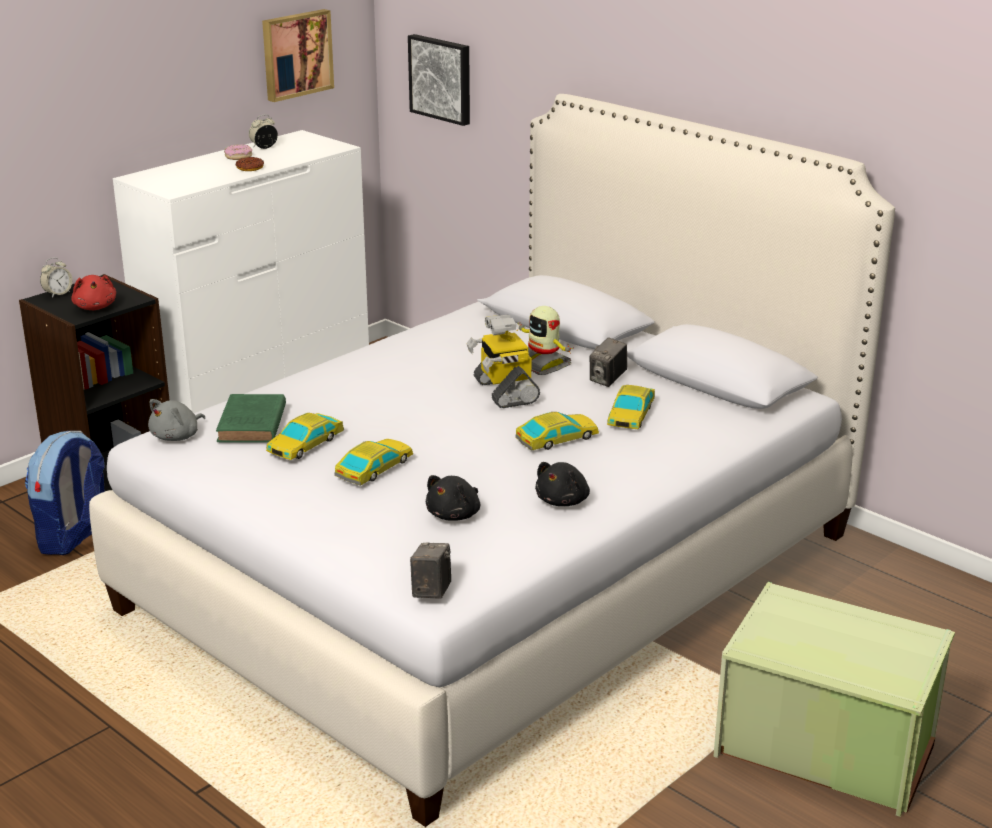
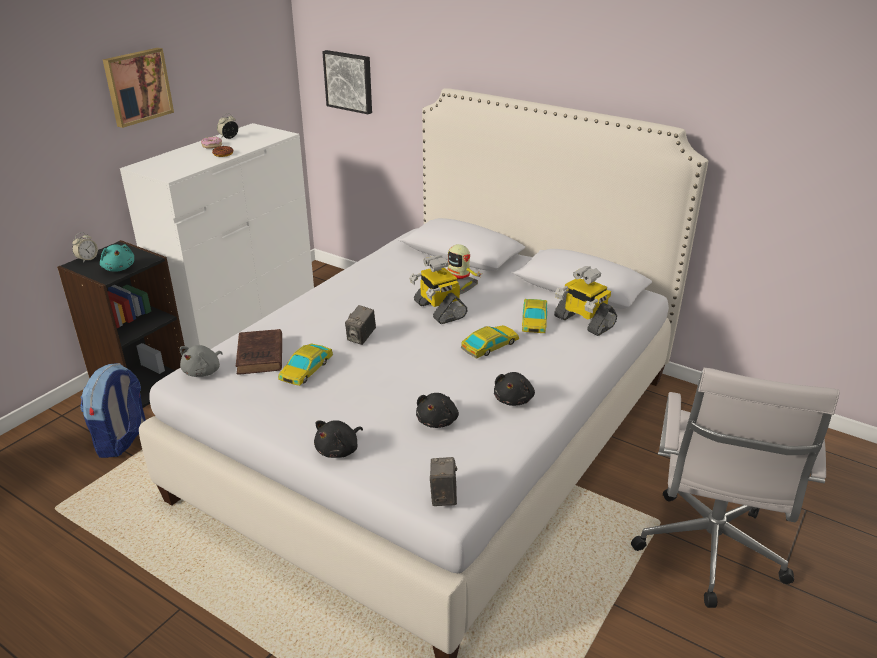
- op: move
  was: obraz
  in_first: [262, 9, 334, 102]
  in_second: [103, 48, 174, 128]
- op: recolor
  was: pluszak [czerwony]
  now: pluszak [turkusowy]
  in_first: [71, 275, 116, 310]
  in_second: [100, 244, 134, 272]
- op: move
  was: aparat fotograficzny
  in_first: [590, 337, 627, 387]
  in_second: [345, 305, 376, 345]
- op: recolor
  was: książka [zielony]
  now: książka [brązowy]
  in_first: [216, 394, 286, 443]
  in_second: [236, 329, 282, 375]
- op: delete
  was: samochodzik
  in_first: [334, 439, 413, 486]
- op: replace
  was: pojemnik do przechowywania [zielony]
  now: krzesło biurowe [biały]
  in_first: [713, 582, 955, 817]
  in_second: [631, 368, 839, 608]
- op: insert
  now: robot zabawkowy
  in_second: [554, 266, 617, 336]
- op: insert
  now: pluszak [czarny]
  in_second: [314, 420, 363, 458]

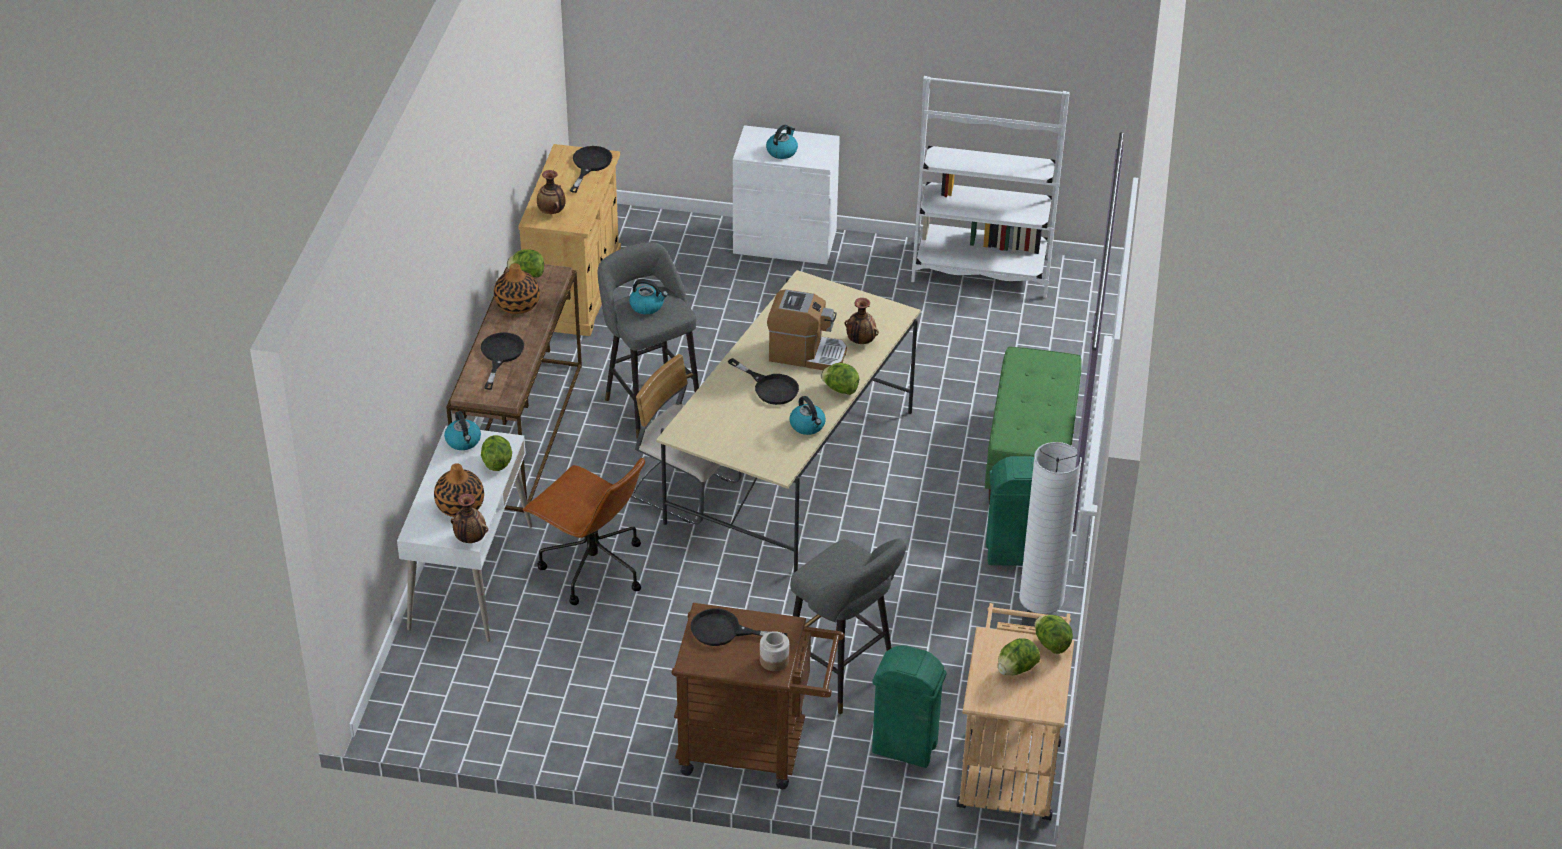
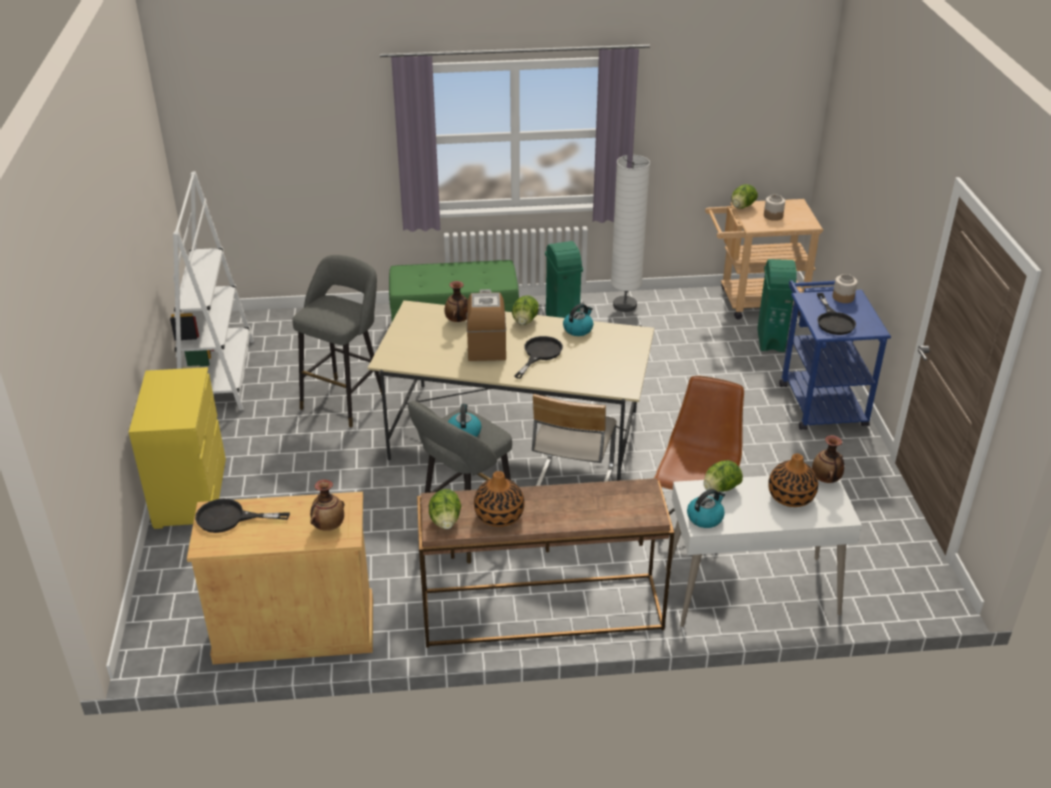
- op: recolor
  was: komoda [biały]
  now: komoda [żółty]
  in_first: [733, 125, 840, 265]
  in_second: [129, 367, 226, 529]
- op: delete
  was: czajnik
  in_first: [766, 125, 798, 159]
- op: delete
  was: patelnia [czarny]
  in_first: [481, 333, 524, 390]
- op: move
  was: stołek [szary]
  in_first: [791, 538, 906, 714]
  in_second: [292, 255, 382, 427]
- op: recolor
  was: wózek [brązowy]
  now: wózek [niebieski]
  in_first: [672, 603, 844, 789]
  in_second: [779, 280, 891, 430]
- op: replace
  was: sałata
  now: słoik
  in_first: [998, 638, 1040, 675]
  in_second: [764, 194, 785, 221]

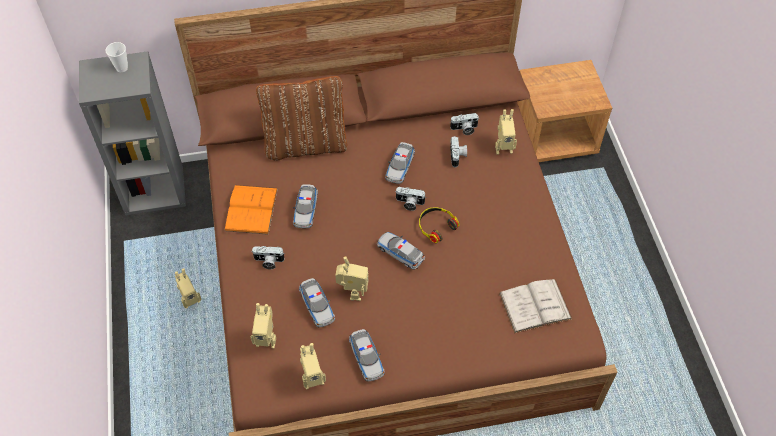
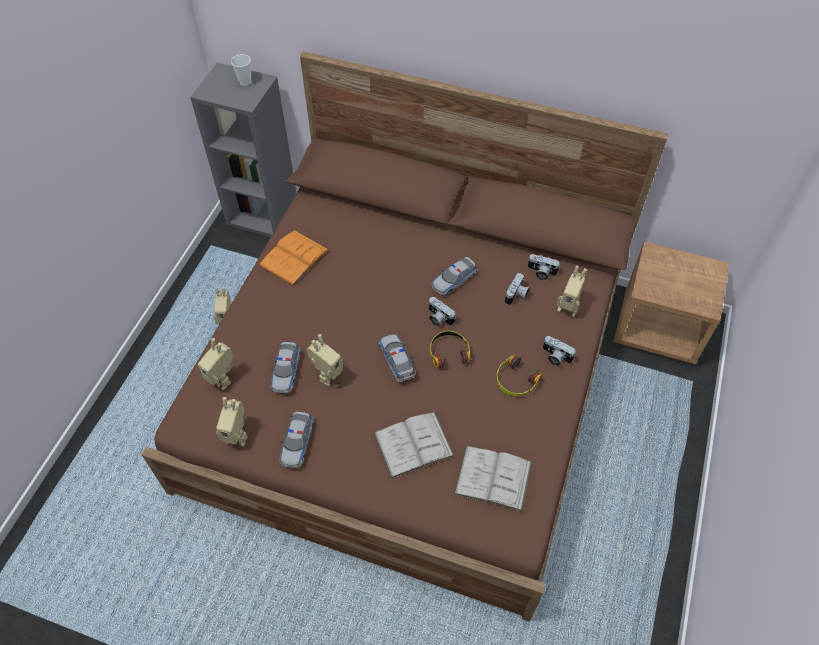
- op: delete
  was: poduszka [brązowy]
  in_first: [256, 76, 347, 161]
- op: delete
  was: samochodzik
  in_first: [293, 184, 318, 228]
- op: move
  was: aparat fotograficzny
  in_first: [252, 246, 285, 270]
  in_second: [543, 336, 575, 366]
- op: insert
  now: słuchawki
  in_second: [497, 354, 542, 396]
- op: insert
  now: książka [biały]
  in_second: [373, 412, 455, 479]

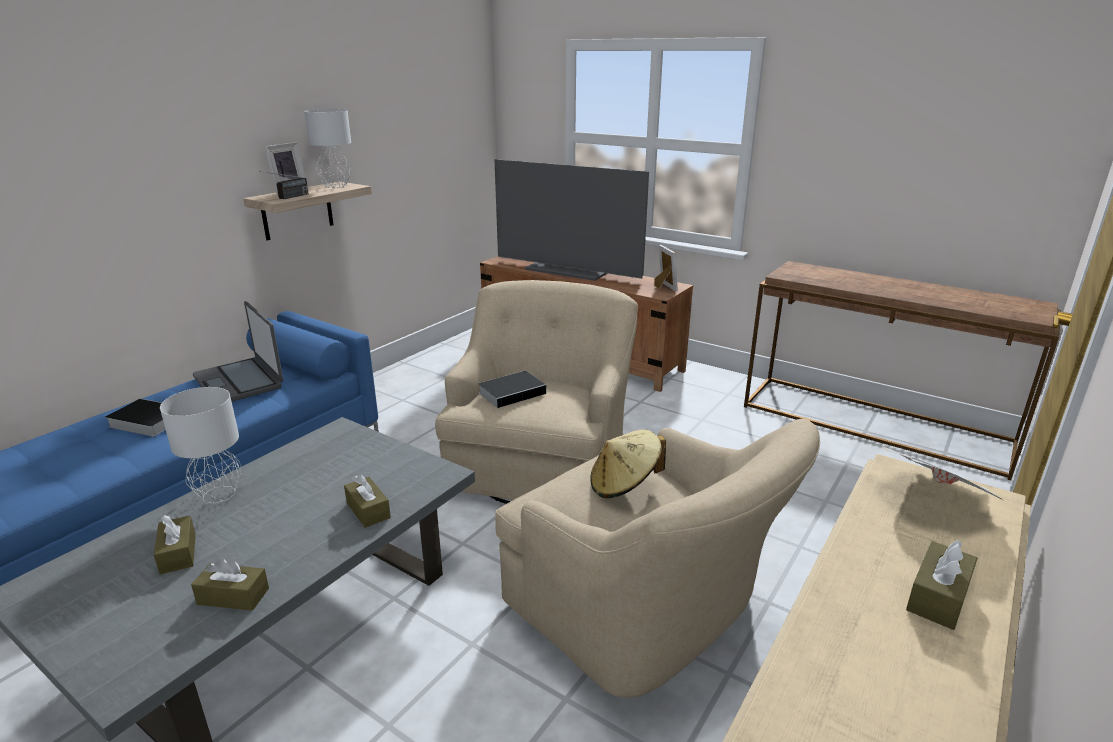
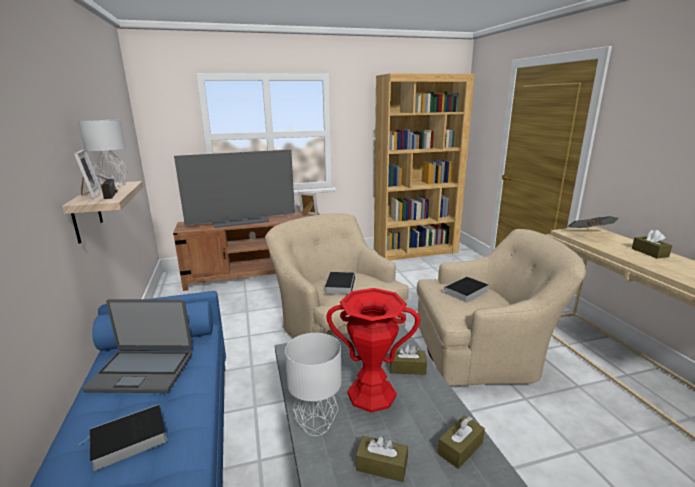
- op: replace
  was: stolik konsolowy [brązowy]
  now: regał [brązowy]
  in_first: [744, 261, 1061, 481]
  in_second: [374, 73, 474, 260]
- op: replace
  was: kapelusz [beżowy]
  now: książka
  in_first: [590, 430, 666, 498]
  in_second: [440, 277, 488, 303]
- op: insert
  now: wazon [czerwony]
  in_second: [326, 288, 420, 412]

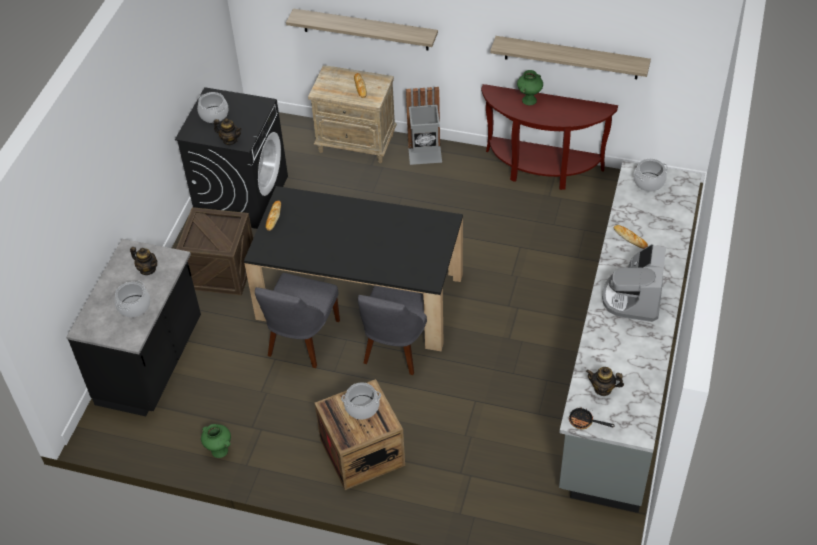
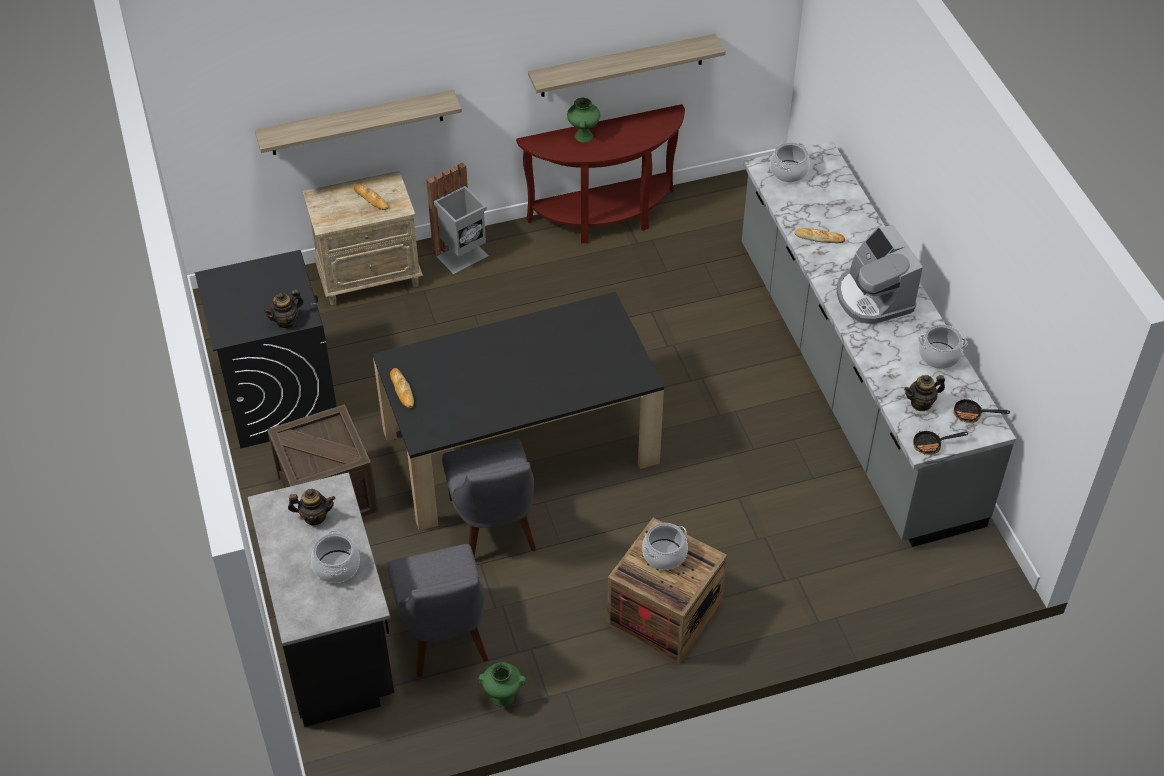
- op: move
  was: garnek
  in_first: [197, 92, 229, 123]
  in_second: [918, 324, 967, 369]
- op: rotate
  was: imbryk
  in_first: [214, 118, 242, 145]
  in_second: [263, 289, 304, 329]
  clockwise: 150
- op: move
  was: krzesło [szary]
  in_first: [358, 285, 427, 375]
  in_second: [388, 544, 488, 677]
- op: insert
  now: patelnia
  in_second: [953, 399, 1010, 423]

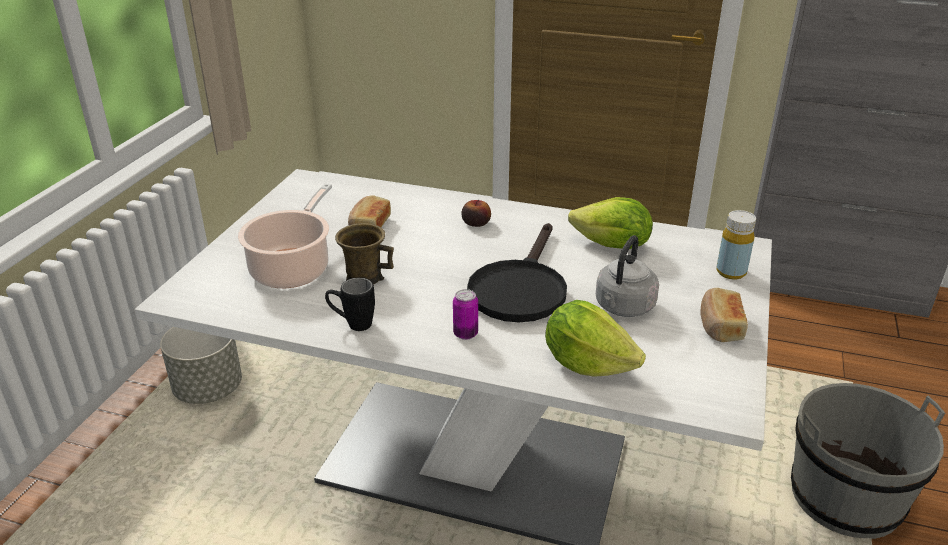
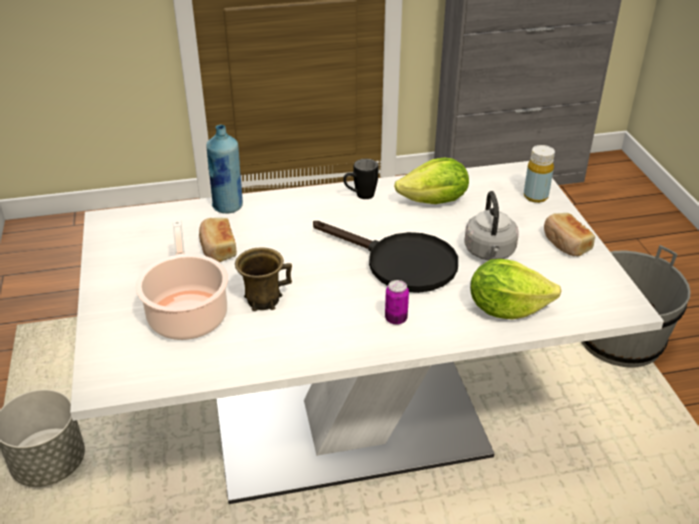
- op: delete
  was: jabłko
  in_first: [462, 200, 491, 227]
- op: rotate
  was: patelnia [czarny]
  in_first: [467, 223, 567, 322]
  in_second: [313, 221, 458, 293]
  clockwise: -45
- op: move
  was: kubek [czarny]
  in_first: [325, 278, 375, 331]
  in_second: [343, 159, 378, 199]
- op: insert
  now: butelka [niebieski]
  in_second: [206, 125, 243, 213]

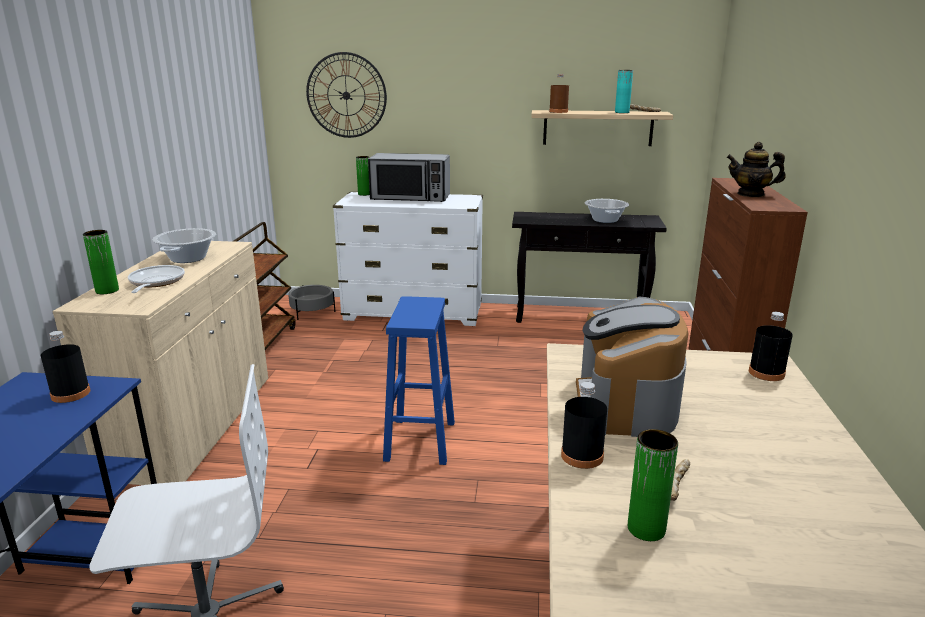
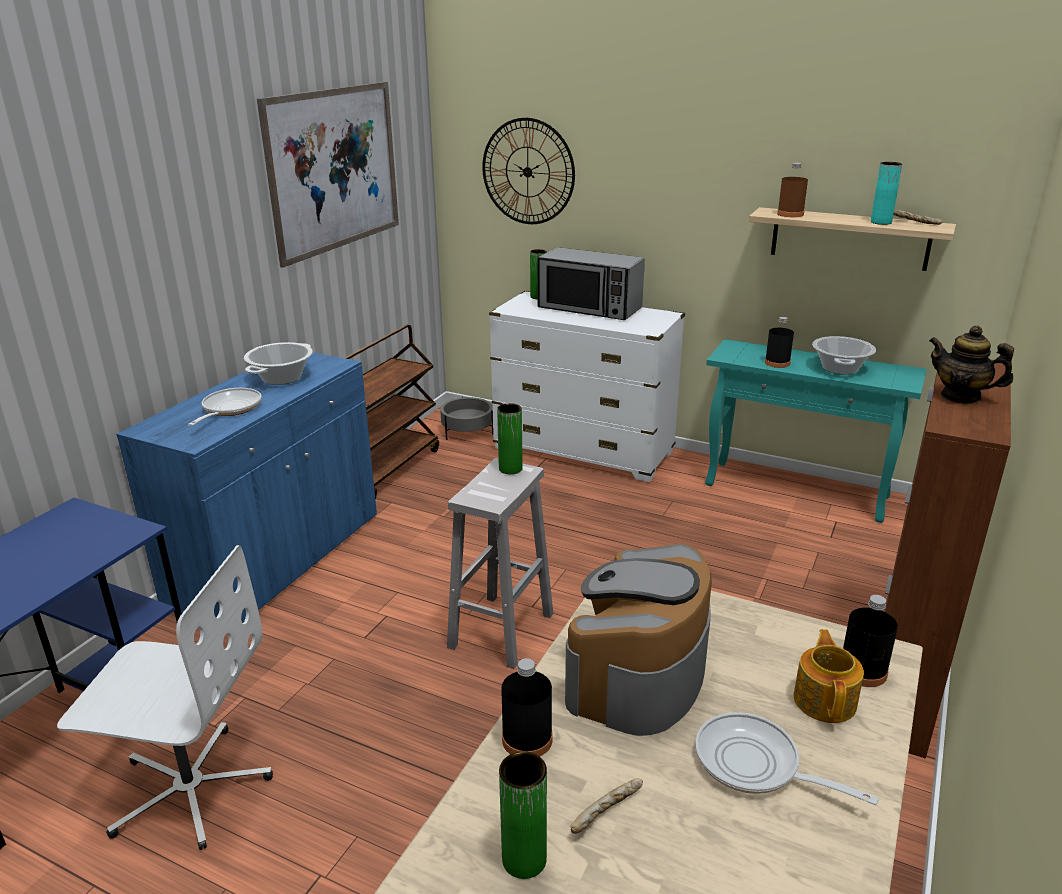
- op: recolor
  was: stolik konsolowy [czarny]
  now: stolik konsolowy [turkusowy]
  in_first: [512, 212, 667, 323]
  in_second: [705, 339, 927, 523]
- op: move
  was: wazon [zielony]
  in_first: [83, 230, 119, 294]
  in_second: [497, 403, 523, 474]
- op: recolor
  was: szafka [beżowy]
  now: szafka [niebieski]
  in_first: [52, 241, 268, 485]
  in_second: [116, 352, 377, 623]
- op: recolor
  was: stołek [niebieski]
  now: stołek [biały]
  in_first: [383, 296, 455, 465]
  in_second: [447, 458, 553, 669]
- op: move
  was: butelka [czarny]
  in_first: [41, 331, 90, 403]
  in_second: [765, 316, 794, 368]
- op: insert
  now: obraz
  in_second: [257, 82, 399, 268]
- op: insert
  now: imbryk
  in_second: [794, 629, 864, 723]
- op: insert
  now: patelnia
  in_second: [695, 712, 879, 805]

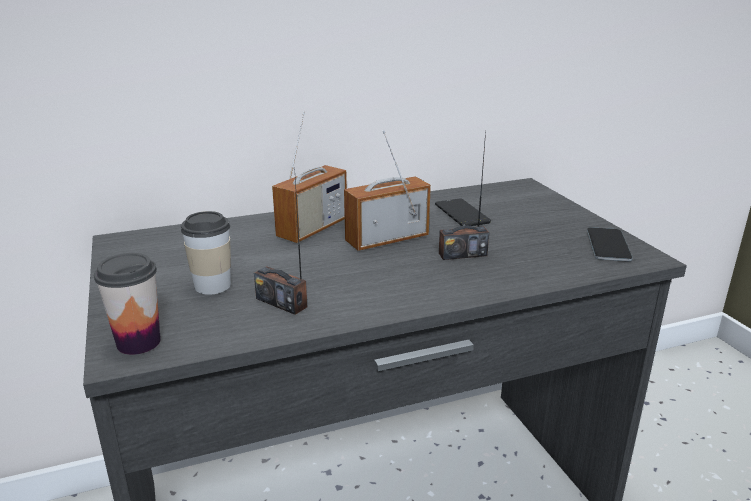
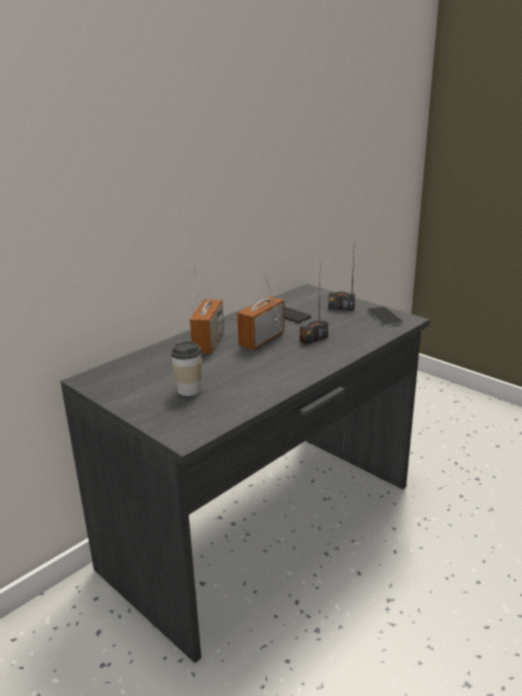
- op: move
  was: radio
  in_first: [254, 179, 307, 315]
  in_second: [328, 254, 355, 310]
- op: delete
  was: filiżanka
  in_first: [94, 253, 161, 355]

